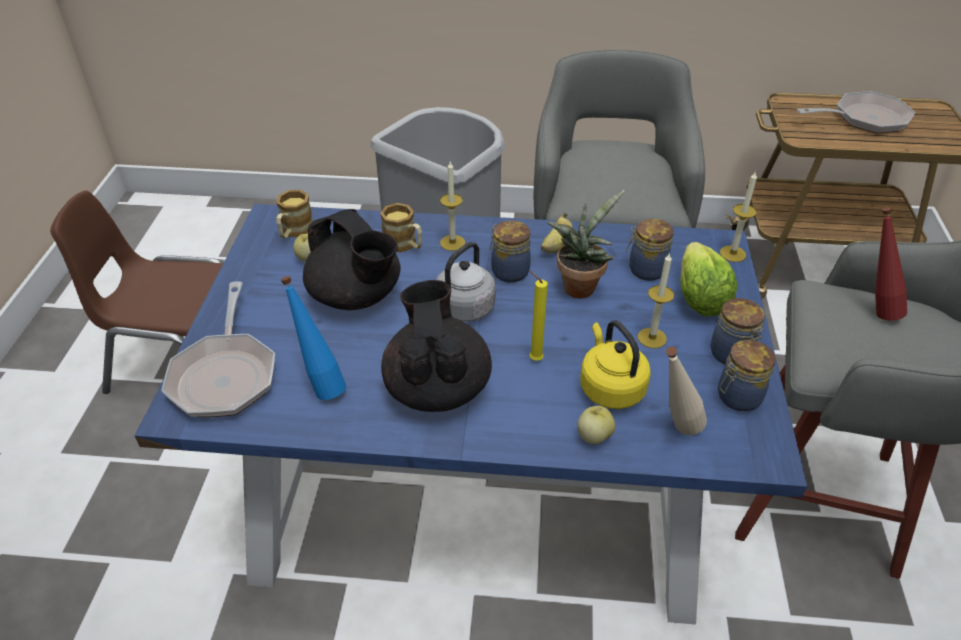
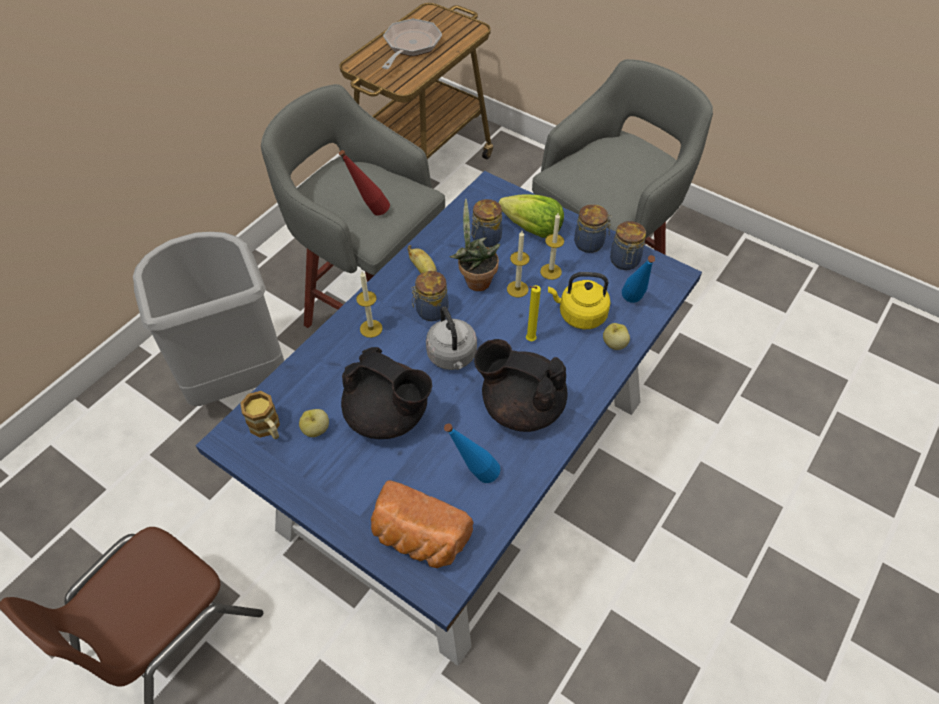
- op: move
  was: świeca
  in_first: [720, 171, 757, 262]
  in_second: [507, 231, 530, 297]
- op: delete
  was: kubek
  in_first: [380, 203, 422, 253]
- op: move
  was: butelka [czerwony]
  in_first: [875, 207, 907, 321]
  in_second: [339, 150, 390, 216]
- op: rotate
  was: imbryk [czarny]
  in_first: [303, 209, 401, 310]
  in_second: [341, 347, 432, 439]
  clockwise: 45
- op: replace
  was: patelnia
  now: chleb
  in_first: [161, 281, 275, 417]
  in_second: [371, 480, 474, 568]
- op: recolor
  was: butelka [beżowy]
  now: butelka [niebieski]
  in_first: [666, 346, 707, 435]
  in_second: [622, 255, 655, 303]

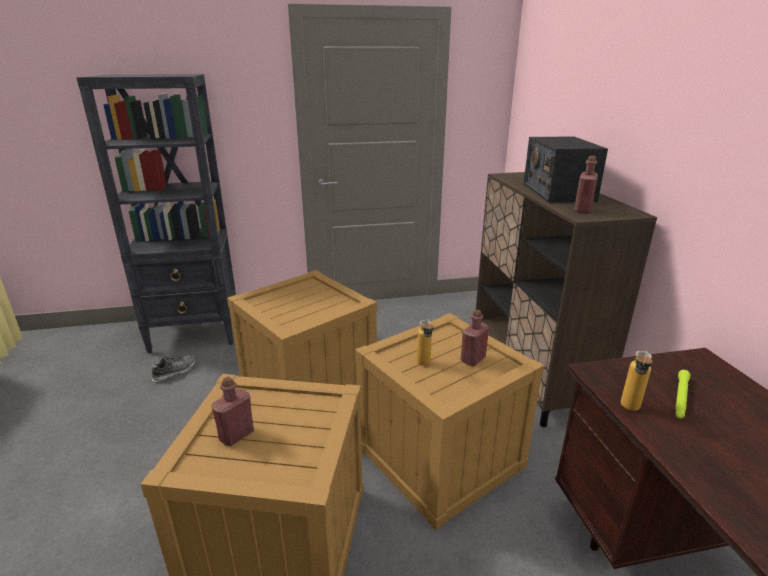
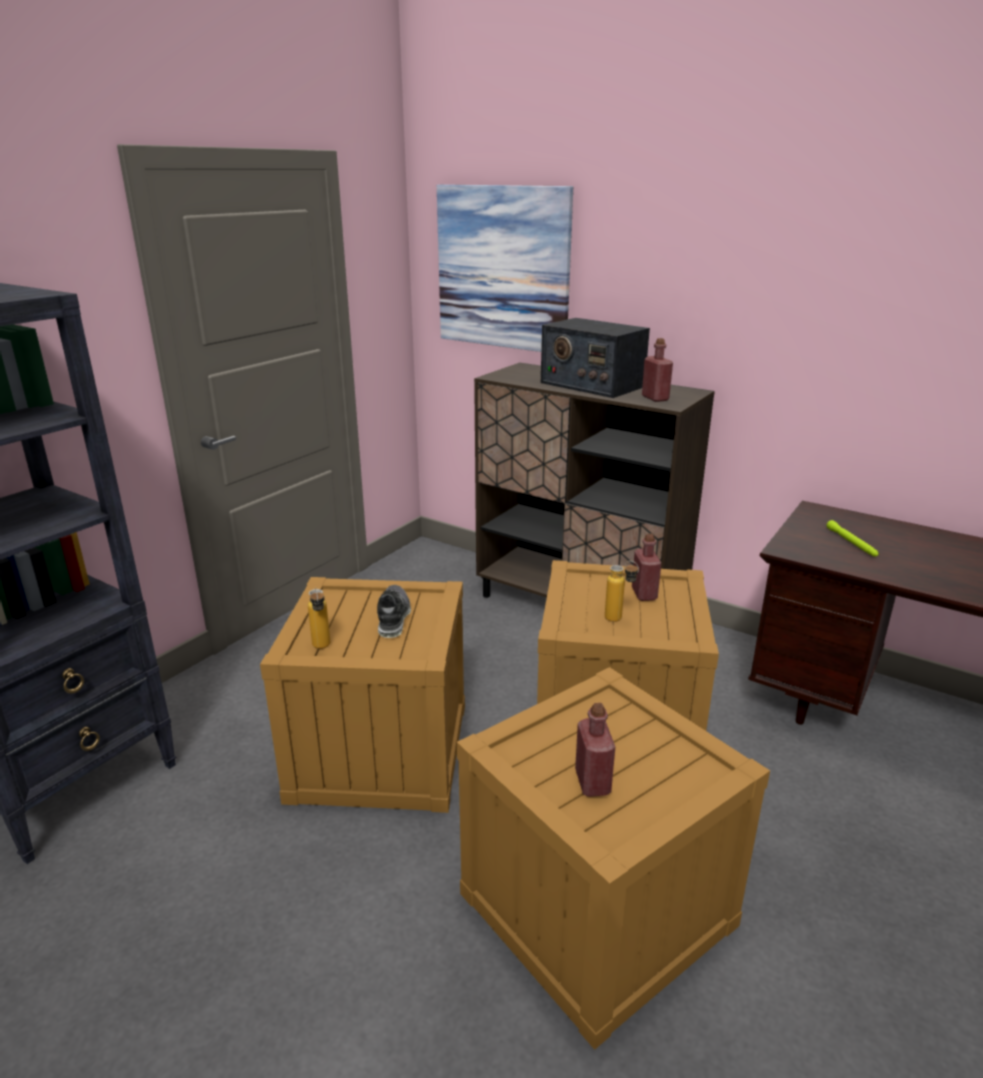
- op: move
  was: butelka
  in_first: [621, 350, 652, 411]
  in_second: [308, 587, 330, 649]
- op: move
  was: but
  in_first: [151, 355, 195, 382]
  in_second: [377, 585, 411, 638]
- op: insert
  now: obraz
  in_second: [437, 185, 573, 352]

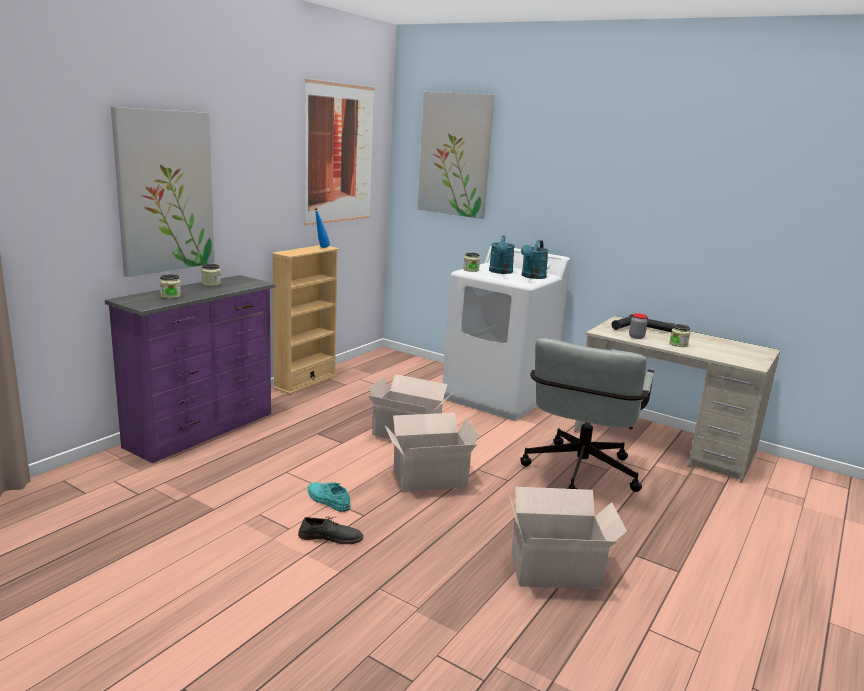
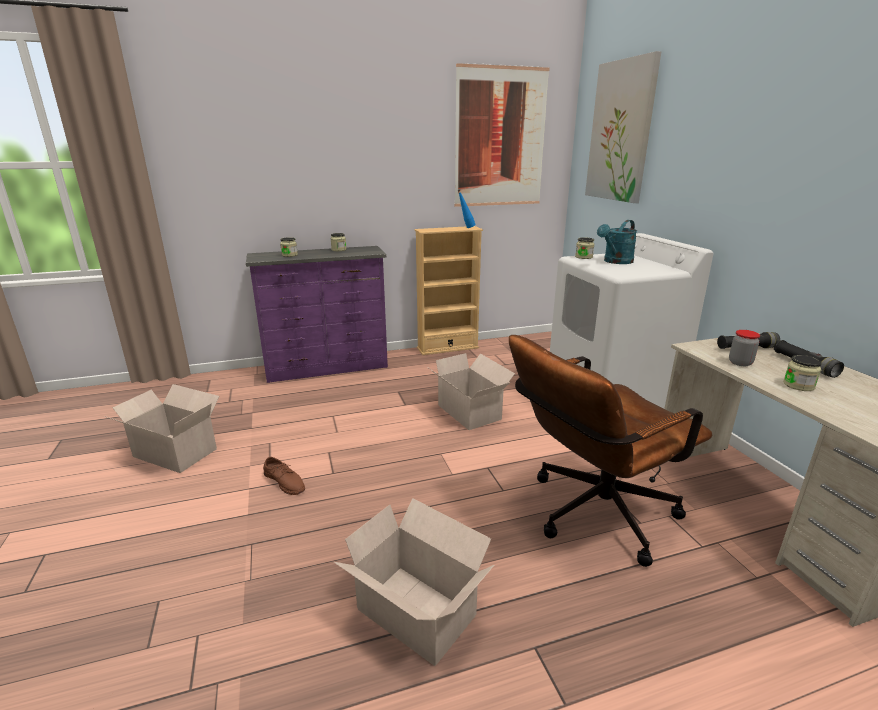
- op: delete
  was: obraz
  in_first: [111, 107, 215, 277]
- op: delete
  was: konewka [turkusowy]
  in_first: [521, 240, 549, 279]
- op: recolor
  was: krzesło biurowe [szary]
  now: krzesło biurowe [brązowy]
  in_first: [520, 338, 654, 492]
  in_second: [509, 335, 713, 567]
- op: move
  was: karton
  in_first: [384, 413, 479, 492]
  in_second: [104, 384, 219, 473]
- op: delete
  was: but [turkusowy]
  in_first: [307, 482, 351, 512]
- op: recolor
  was: but [szary]
  now: but [brązowy]
  in_first: [298, 516, 363, 544]
  in_second: [263, 457, 305, 495]

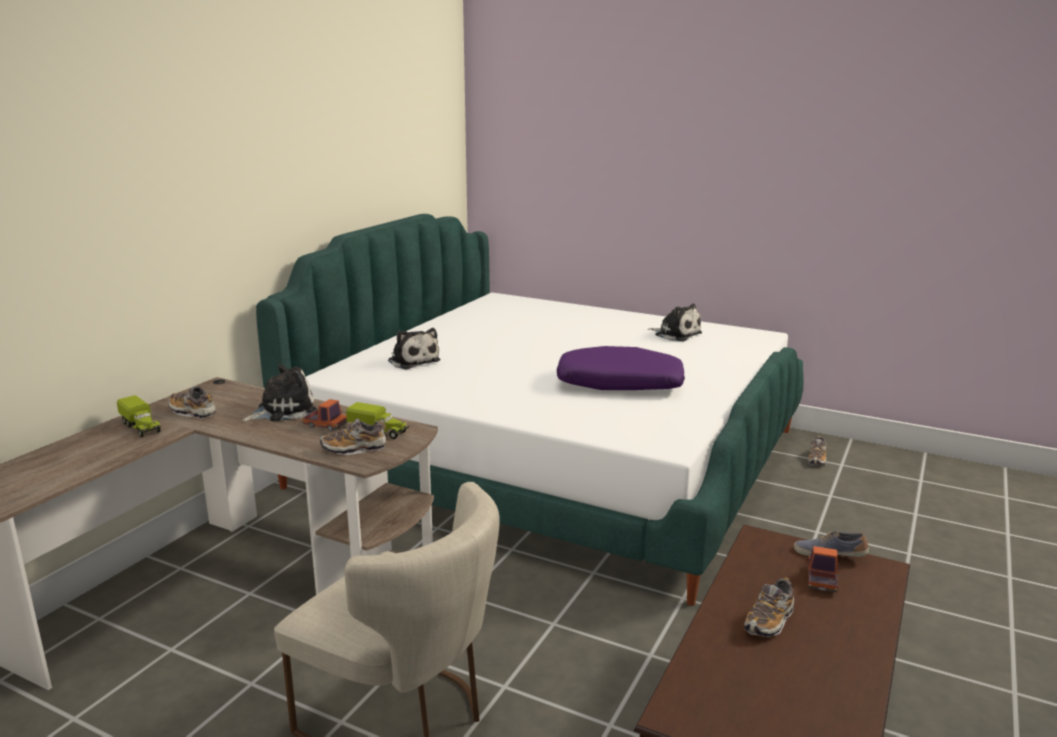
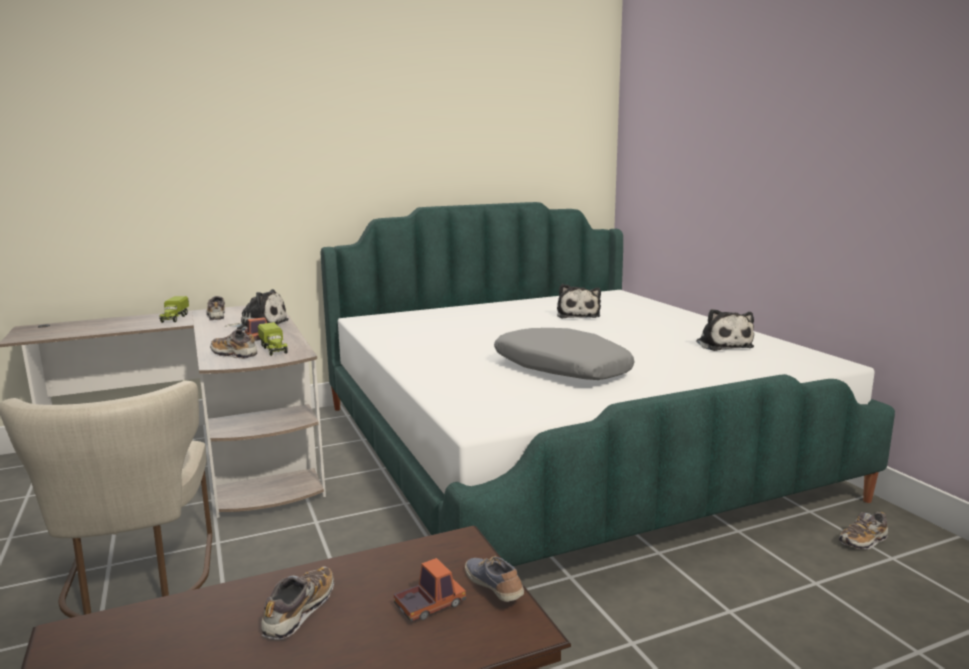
- op: move
  was: pluszak
  in_first: [388, 328, 440, 370]
  in_second: [557, 284, 601, 318]
- op: recolor
  was: poduszka [fioletowy]
  now: poduszka [szary]
  in_first: [557, 346, 685, 390]
  in_second: [494, 328, 635, 380]
- op: rotate
  was: but
  in_first: [744, 577, 794, 637]
  in_second: [261, 566, 334, 640]
  clockwise: 120

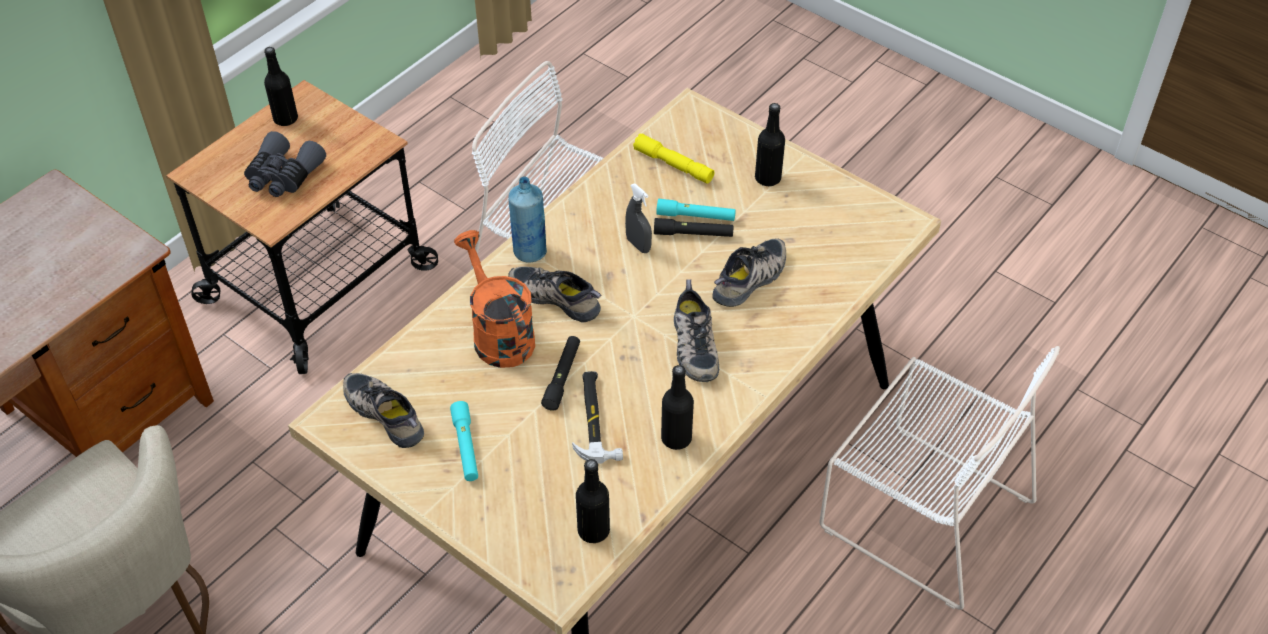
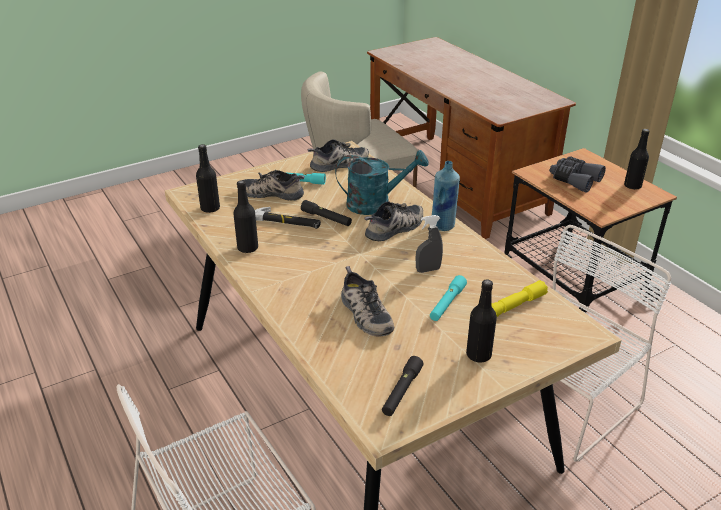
- op: move
  was: latarka [czarny]
  in_first: [654, 218, 734, 237]
  in_second: [382, 356, 424, 416]
- op: recolor
  was: konewka [pomarańczowy]
  now: konewka [turkusowy]
  in_first: [454, 230, 535, 368]
  in_second: [335, 150, 429, 215]
- op: move
  was: but
  in_first: [674, 280, 719, 382]
  in_second: [243, 170, 305, 201]

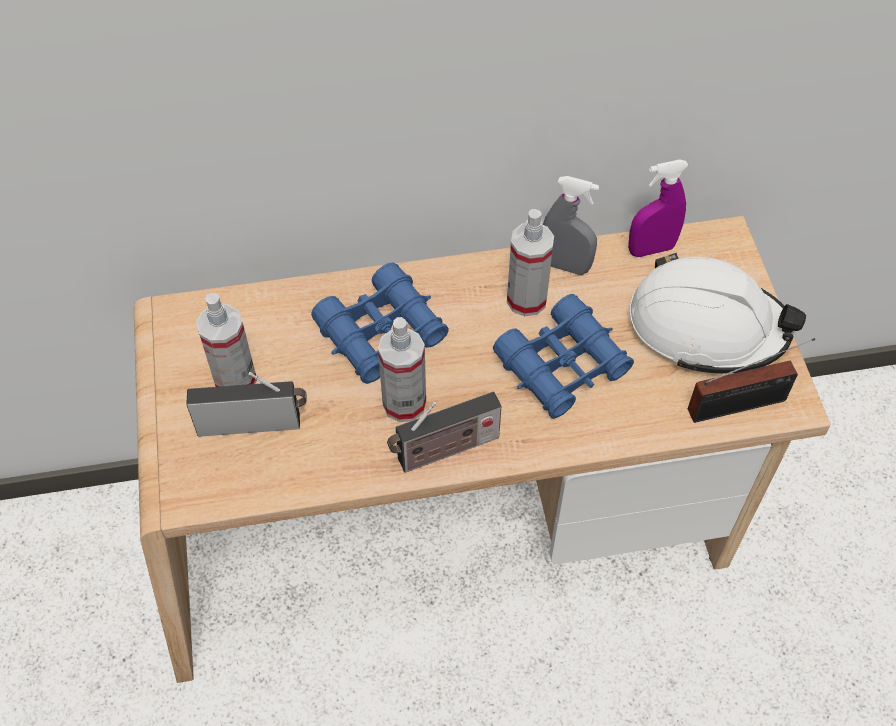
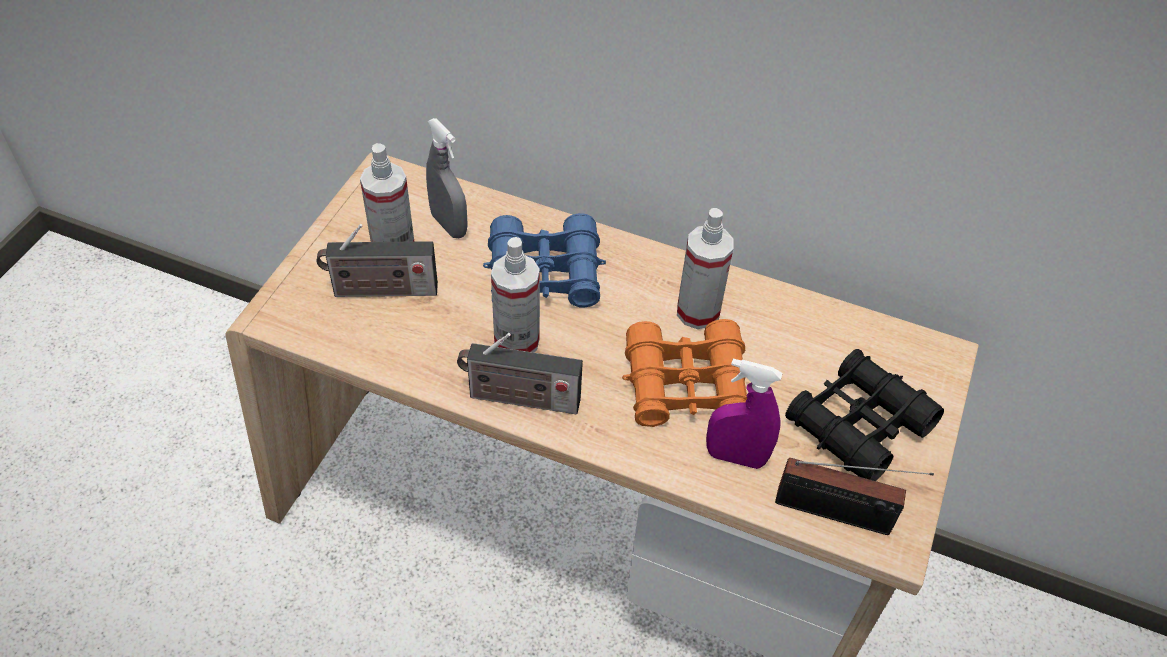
- op: move
  was: spryskiwacz [fioletowy]
  in_first: [628, 159, 689, 257]
  in_second: [706, 359, 782, 469]
- op: move
  was: spryskiwacz [szary]
  in_first: [543, 176, 599, 275]
  in_second: [426, 118, 468, 238]
- op: replace
  was: kask [biały]
  now: lornetka [czarny]
  in_first: [629, 253, 806, 374]
  in_second: [785, 349, 944, 481]
- op: recolor
  was: lornetka [niebieski]
  now: lornetka [pomarańczowy]
  in_first: [493, 294, 634, 419]
  in_second: [622, 319, 747, 427]
- op: rotate
  was: radio
  in_first: [186, 372, 306, 437]
  in_second: [316, 224, 438, 297]
  clockwise: 150

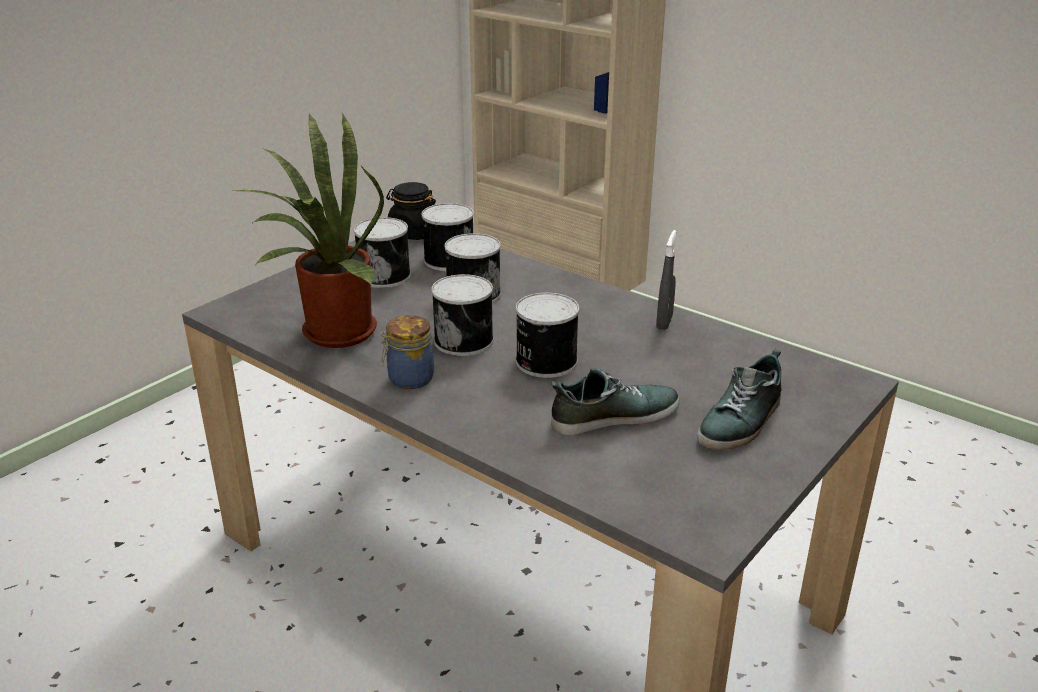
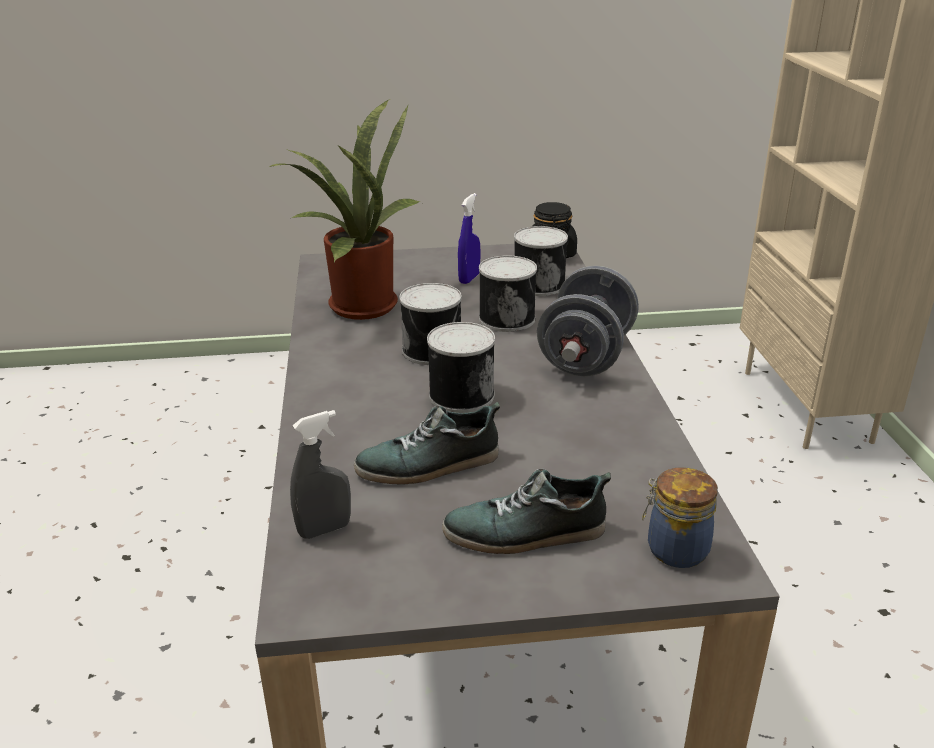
- op: replace
  was: puszka
  now: spryskiwacz [niebieski]
  in_first: [354, 217, 411, 288]
  in_second: [458, 193, 481, 284]
- op: move
  was: spryskiwacz [szary]
  in_first: [656, 230, 676, 330]
  in_second: [290, 410, 351, 539]
- op: move
  was: słoik
  in_first: [381, 315, 434, 389]
  in_second: [642, 467, 718, 568]
- op: rotate
  was: but
  in_first: [551, 368, 680, 435]
  in_second: [354, 402, 500, 484]
  clockwise: 135
- op: insert
  now: hantel [szary]
  in_second: [537, 266, 639, 376]

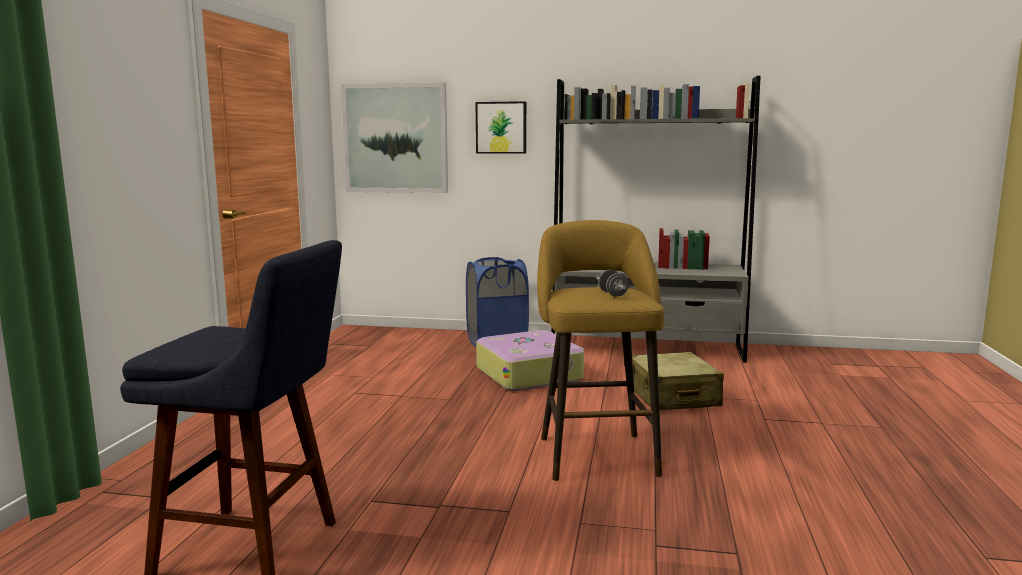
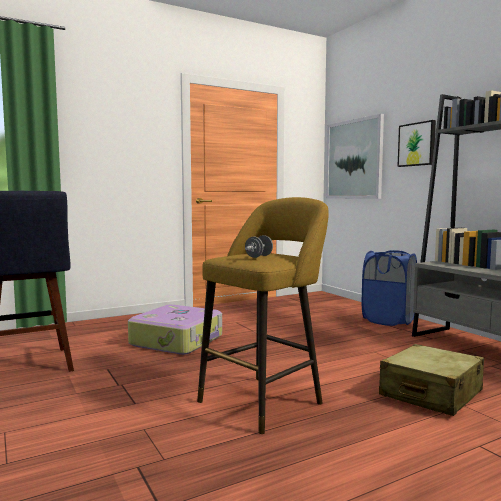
- op: move
  was: walizka
  in_first: [476, 330, 584, 391]
  in_second: [128, 304, 222, 355]

